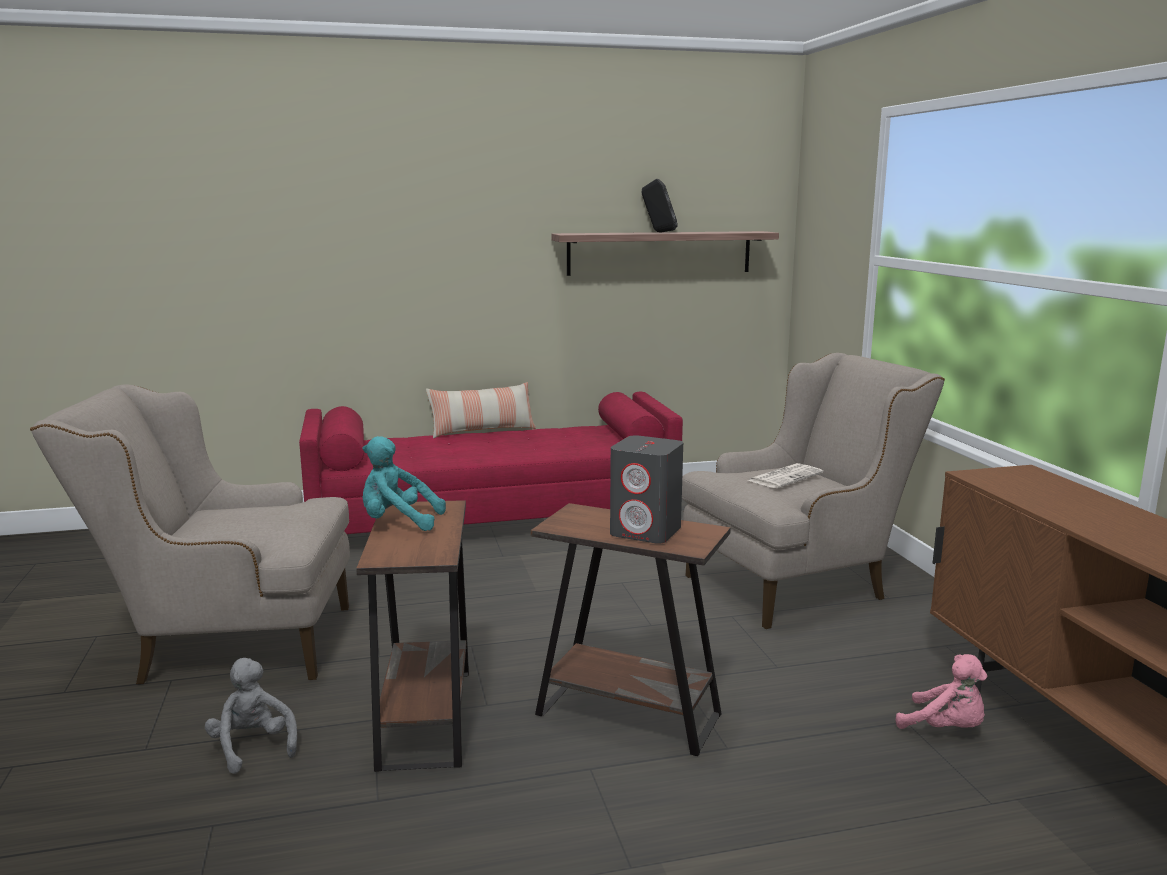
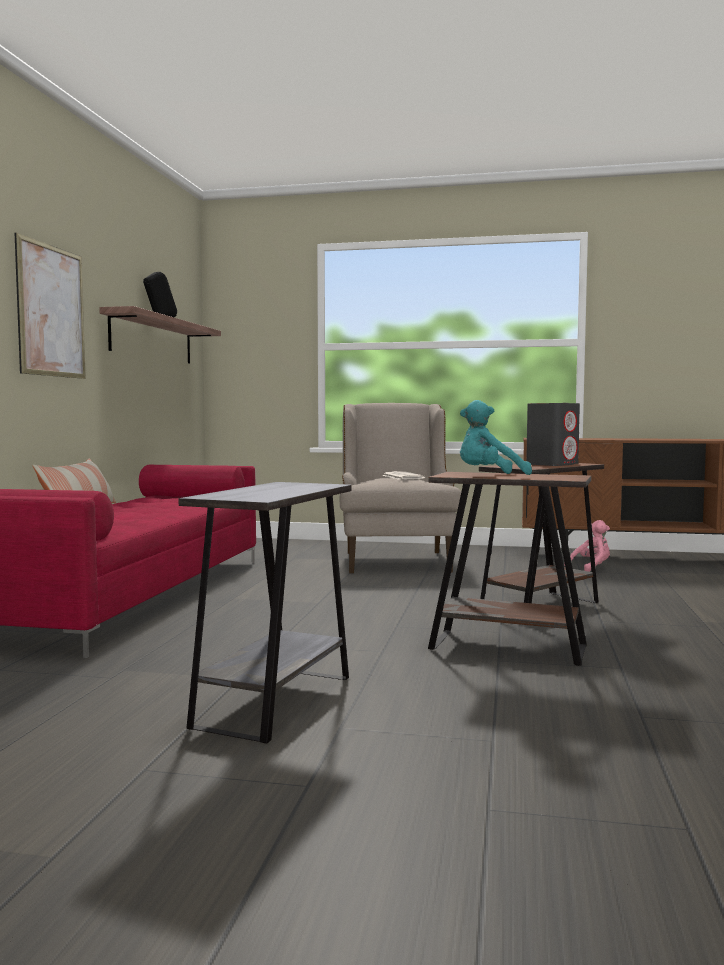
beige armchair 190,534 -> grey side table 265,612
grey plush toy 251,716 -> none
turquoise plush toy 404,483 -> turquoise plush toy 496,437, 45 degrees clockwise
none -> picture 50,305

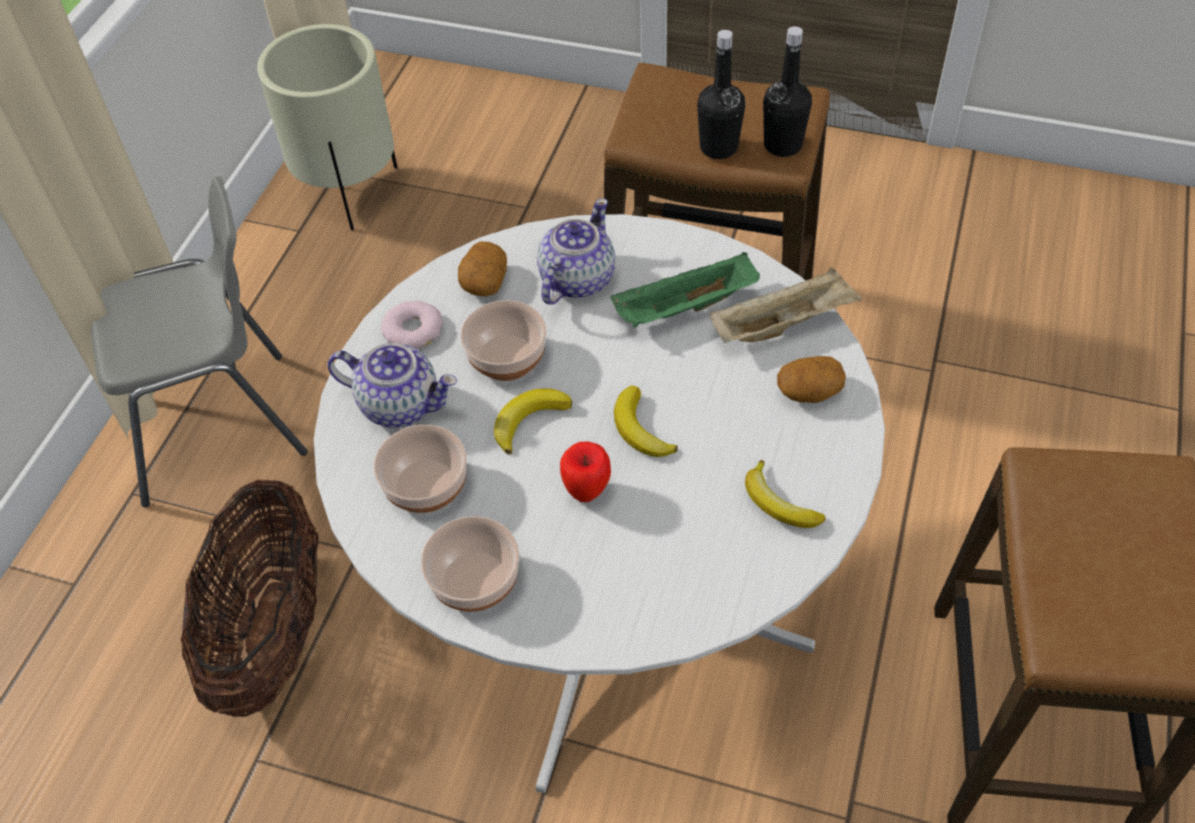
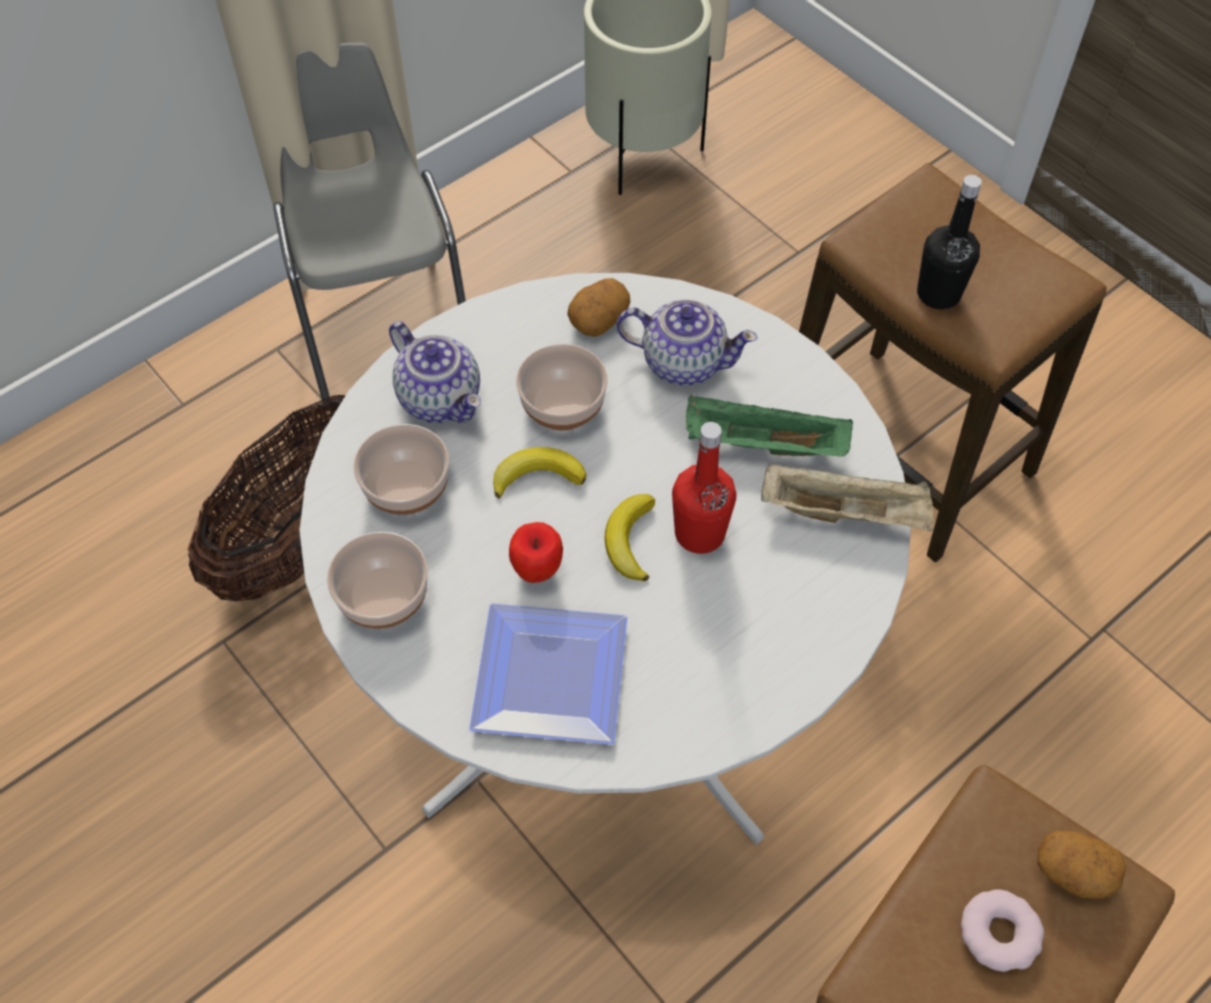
grey chair 199,341 -> grey chair 369,227, 120 degrees counterclockwise
donut 412,325 -> donut 1002,930, moved
teapot 576,251 -> teapot 687,343, 45 degrees clockwise
banana 785,494 -> none
black bottle 787,91 -> none
potato 811,379 -> potato 1082,865, moved
none -> plate 548,674
none -> red bottle 704,488

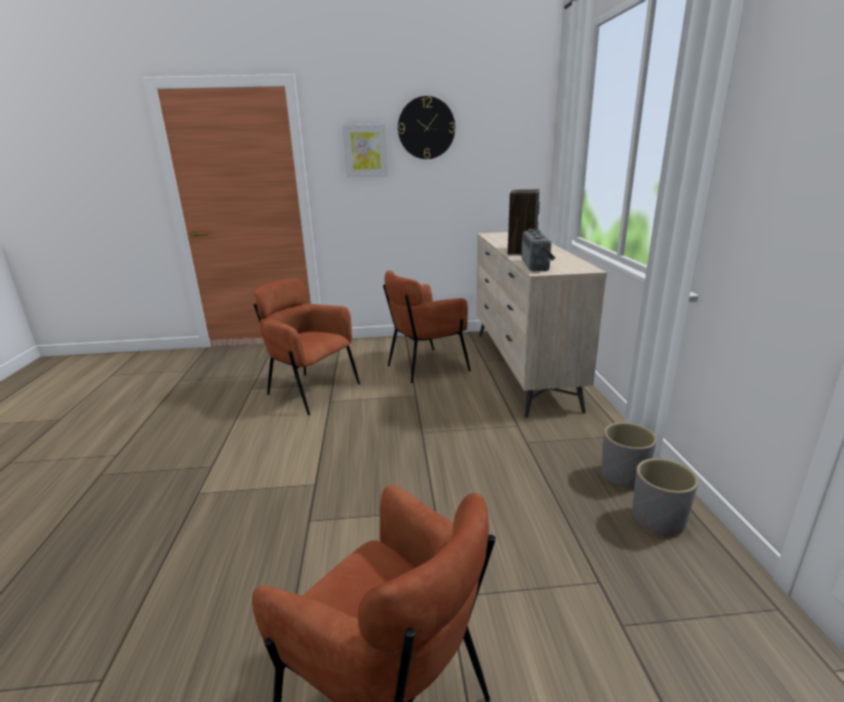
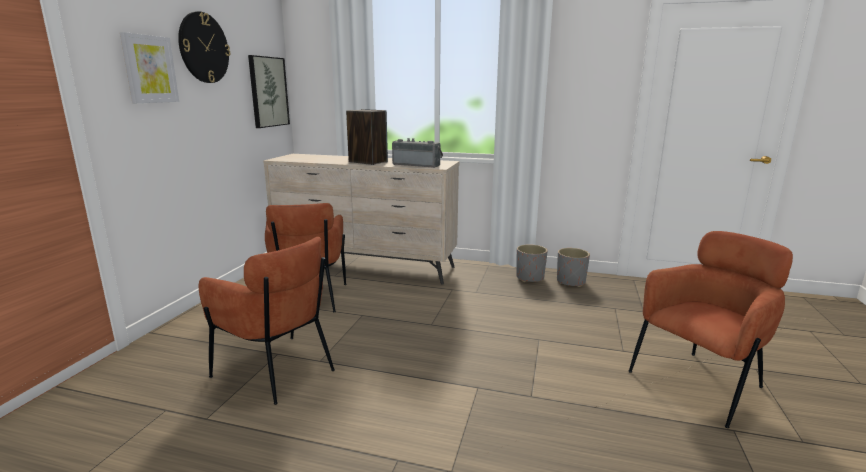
brown armchair 307,347 -> brown armchair 267,321, 105 degrees counterclockwise
none -> picture 269,91

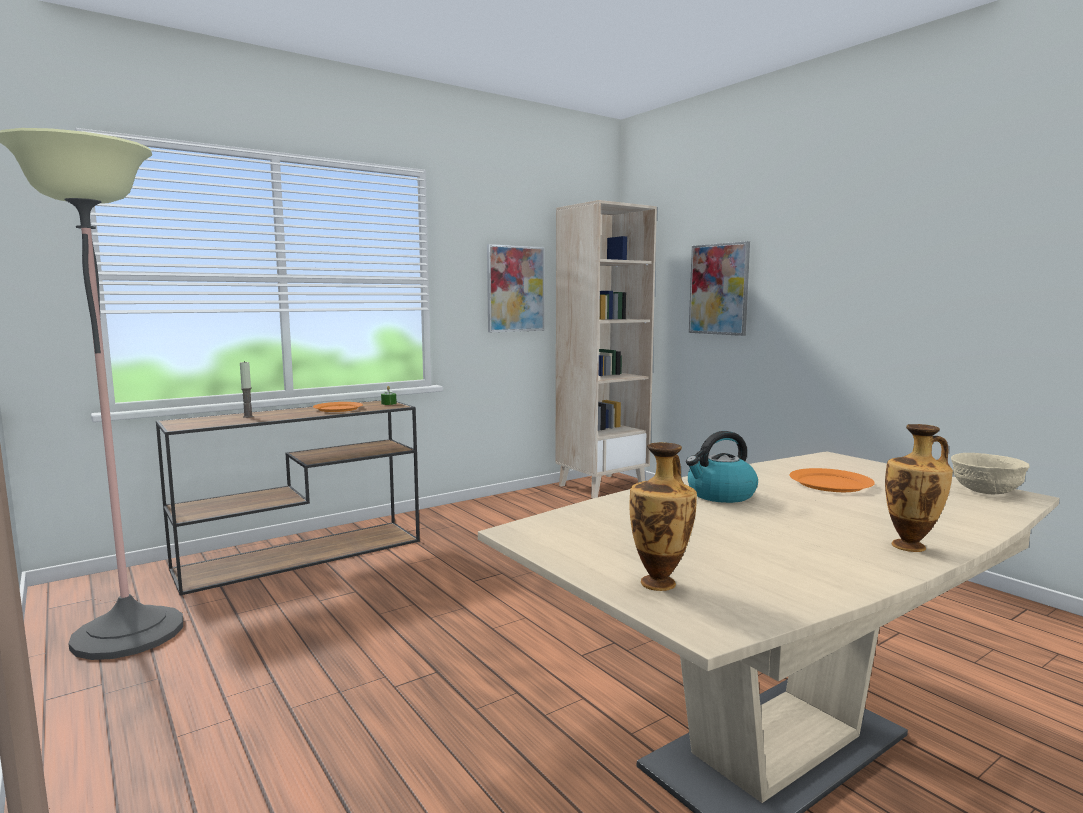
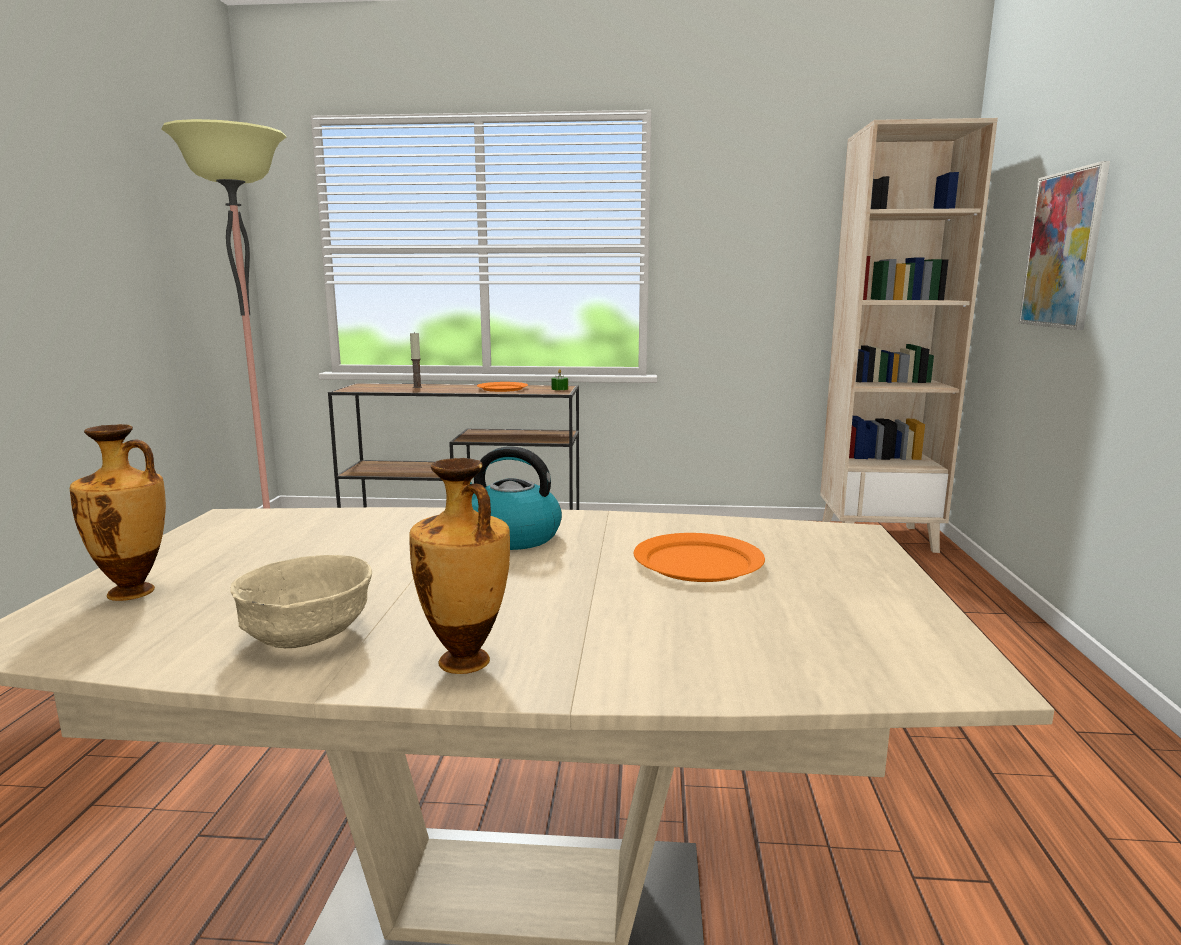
picture 515,288 -> none
beige bowl 990,474 -> beige bowl 301,601, moved

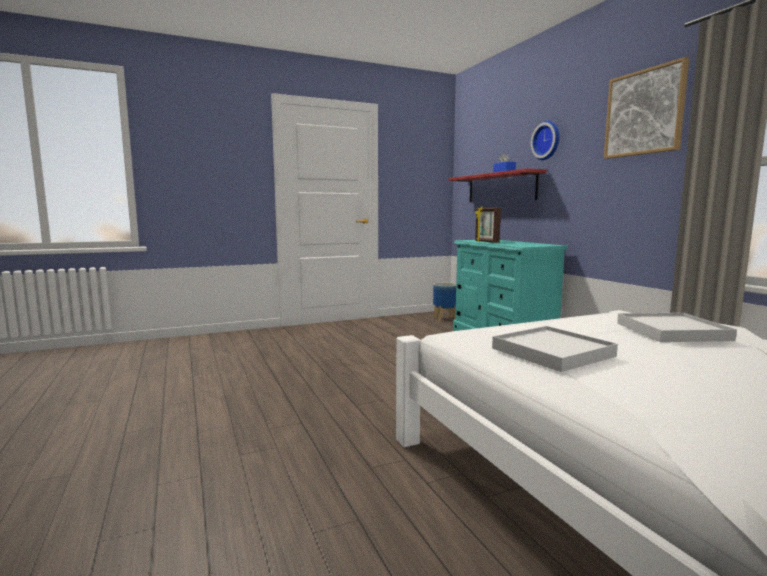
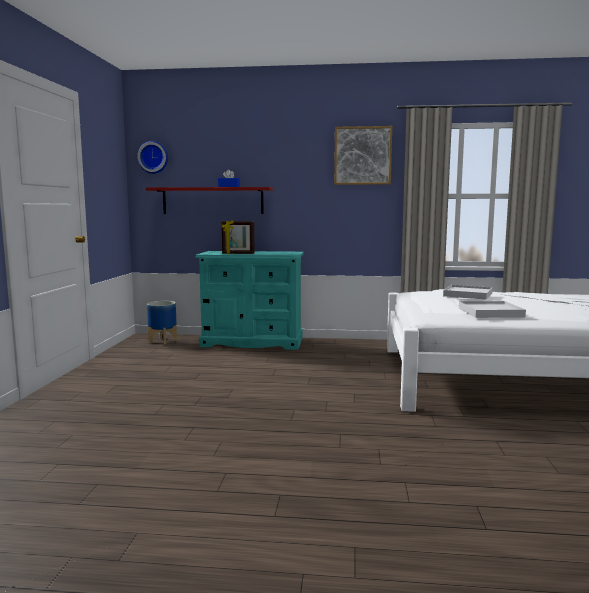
wall clock 545,140 -> wall clock 152,157, moved

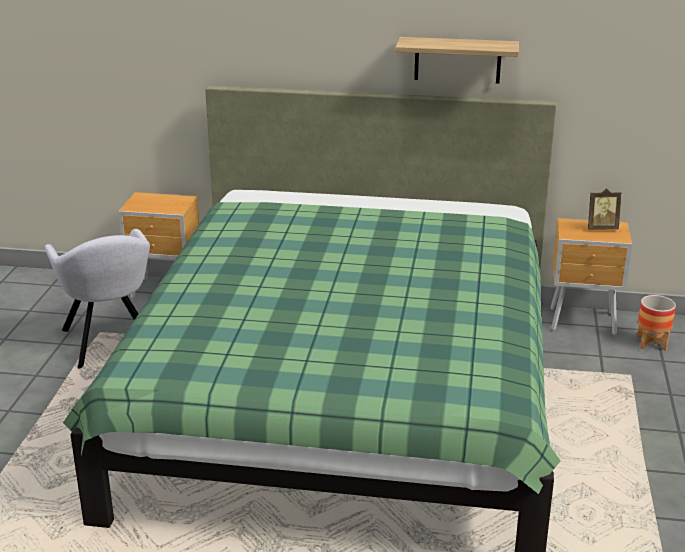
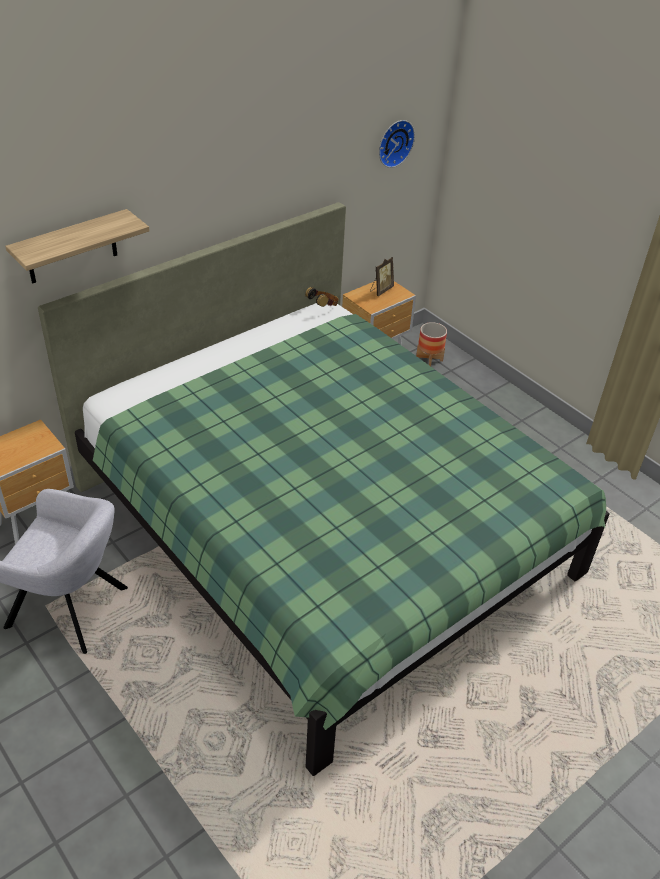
shelf 457,60 -> shelf 77,246, moved
none -> headphones 322,297
none -> wall clock 397,144

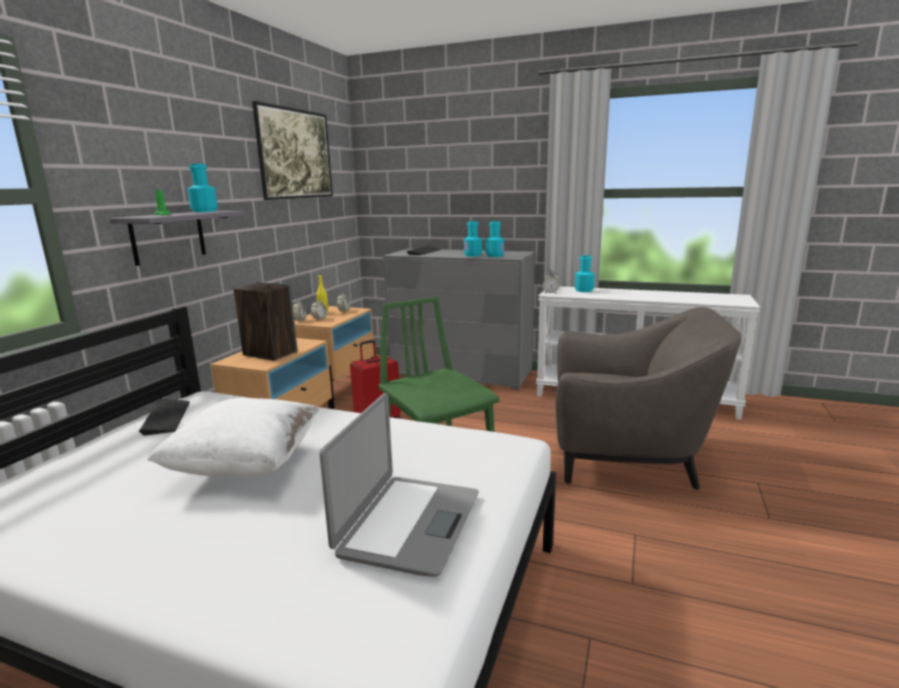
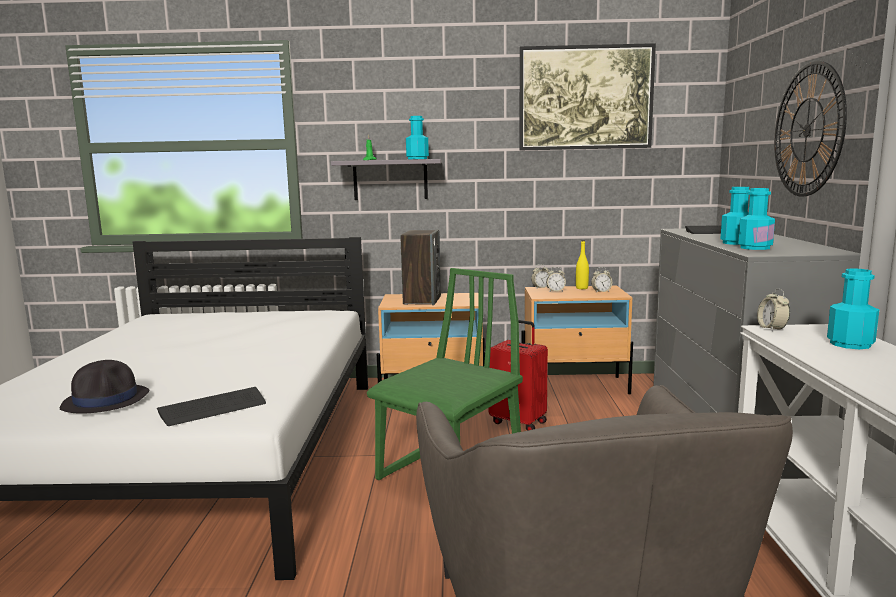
keyboard 164,417 -> keyboard 211,406, moved
white pillow 233,437 -> none
laptop 399,485 -> black hat 104,387
none -> wall clock 810,129

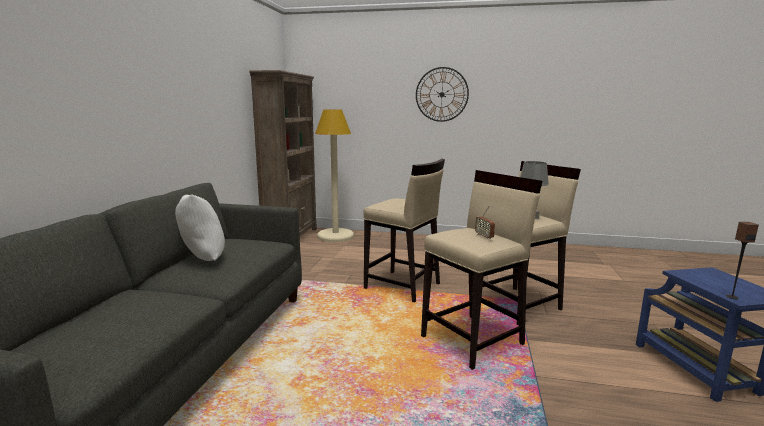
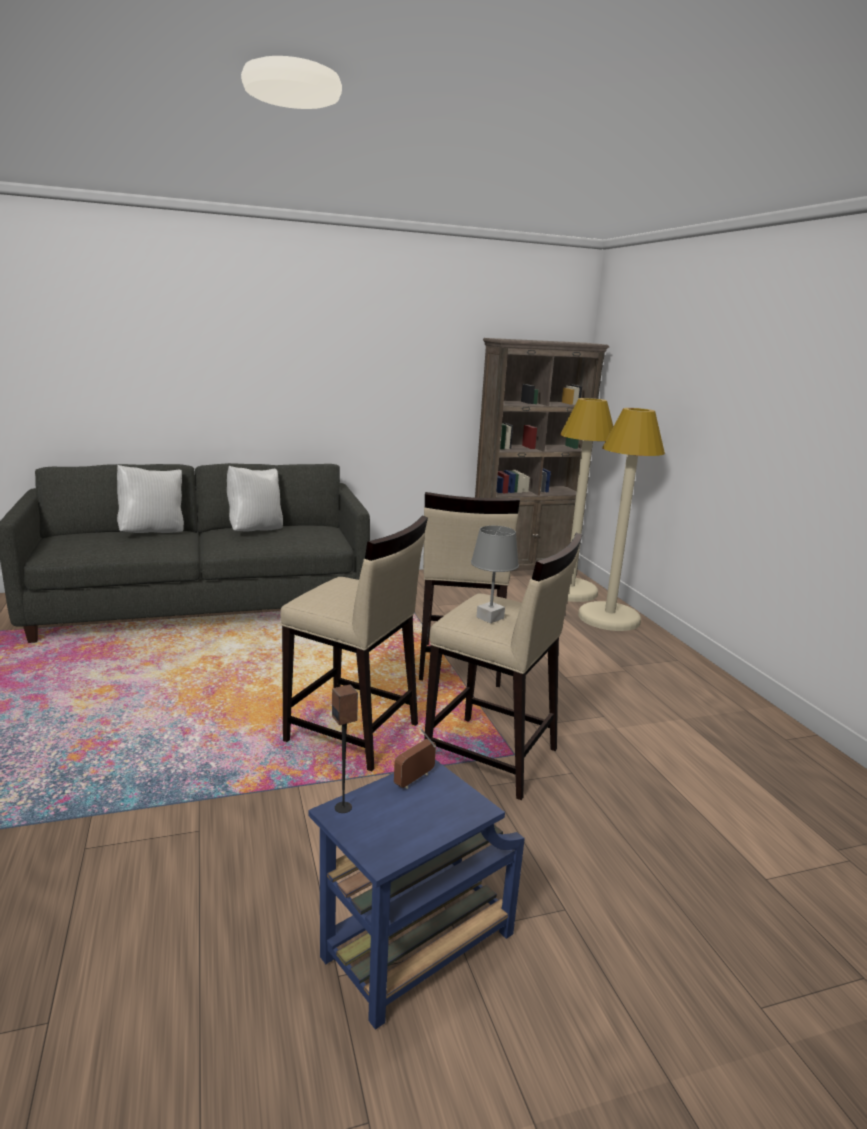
wall clock 442,94 -> none
radio 485,222 -> radio 415,758, moved
none -> white pillow 150,499
none -> beige floor lamp 621,519

